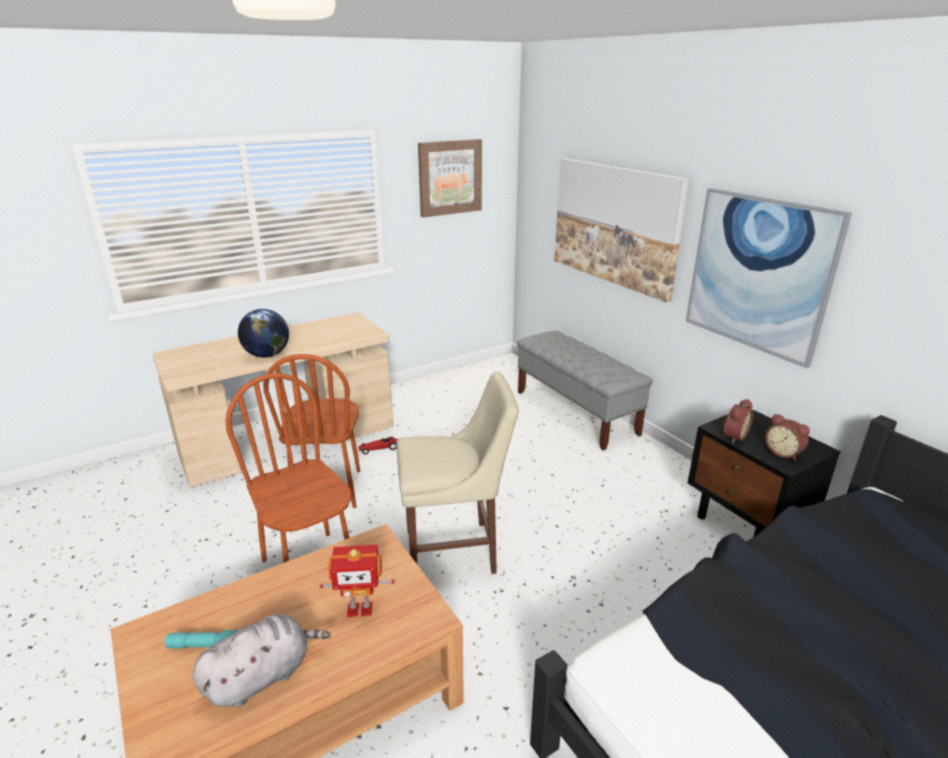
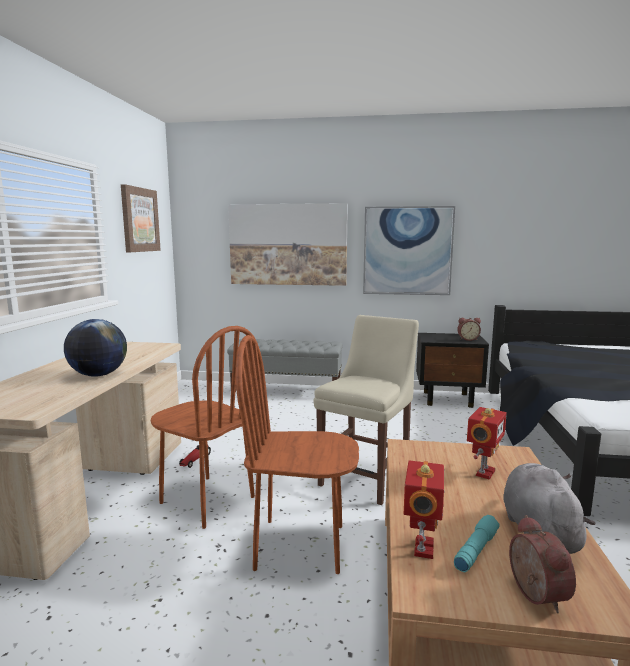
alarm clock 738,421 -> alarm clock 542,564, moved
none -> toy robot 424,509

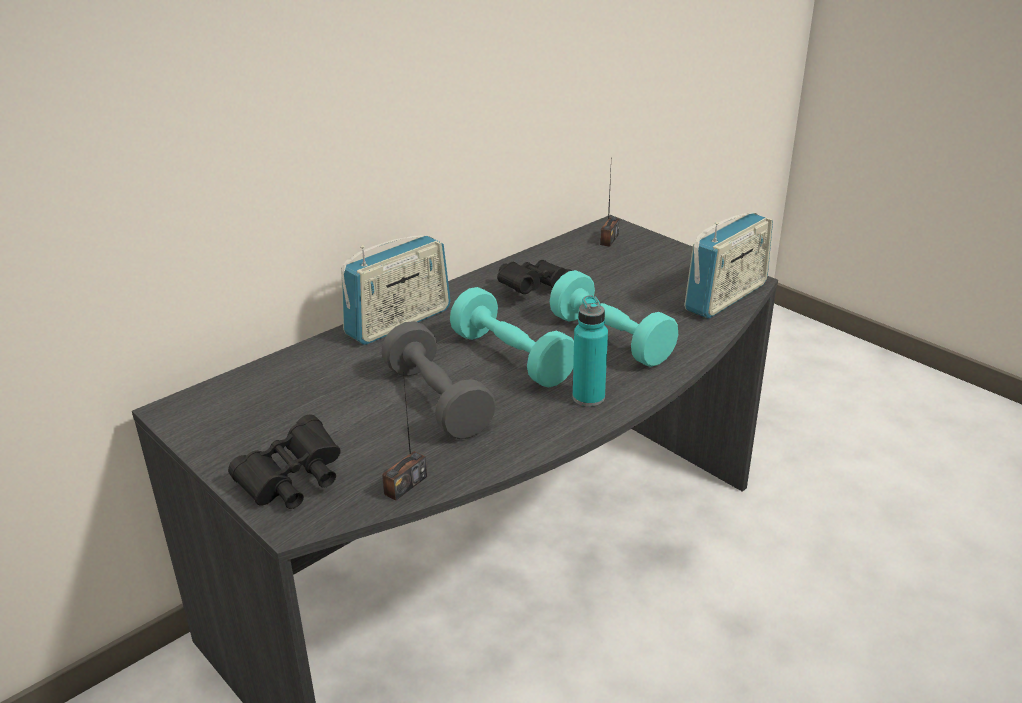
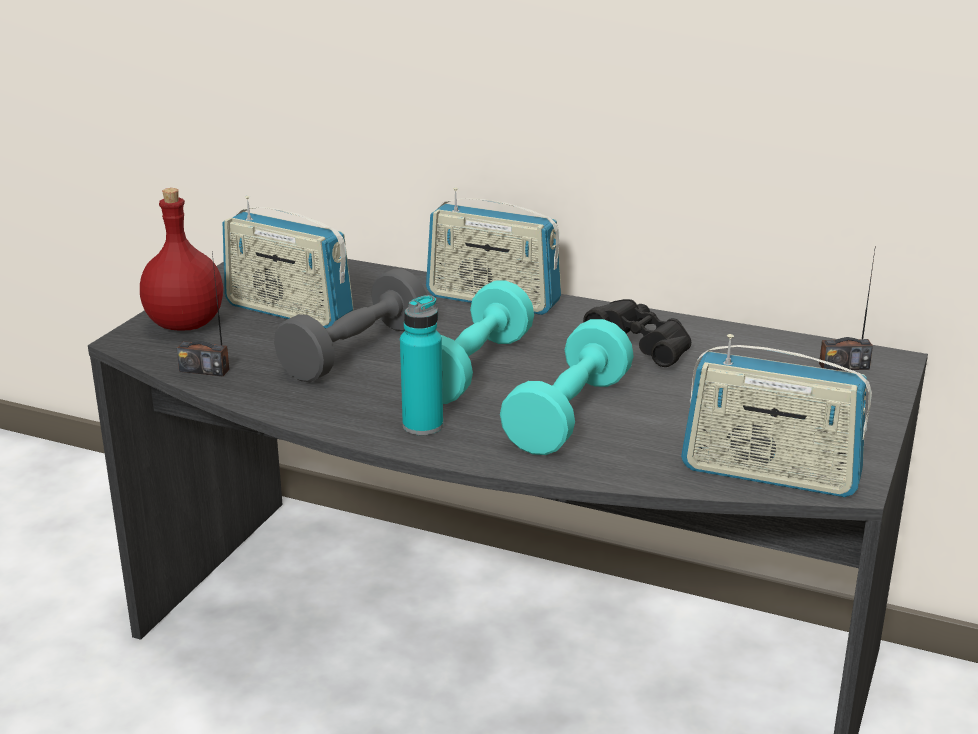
black binoculars 284,462 -> red bottle 181,259
none -> radio 288,262

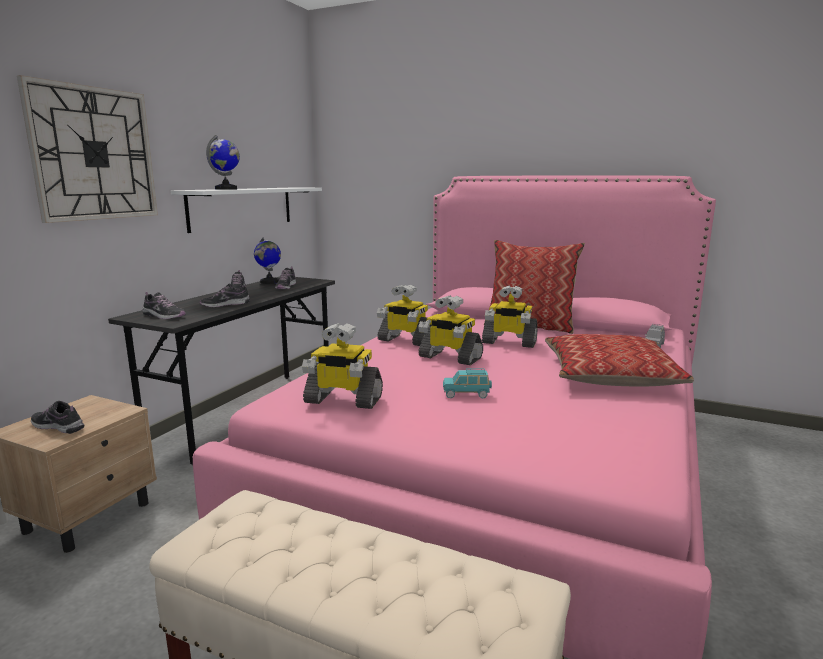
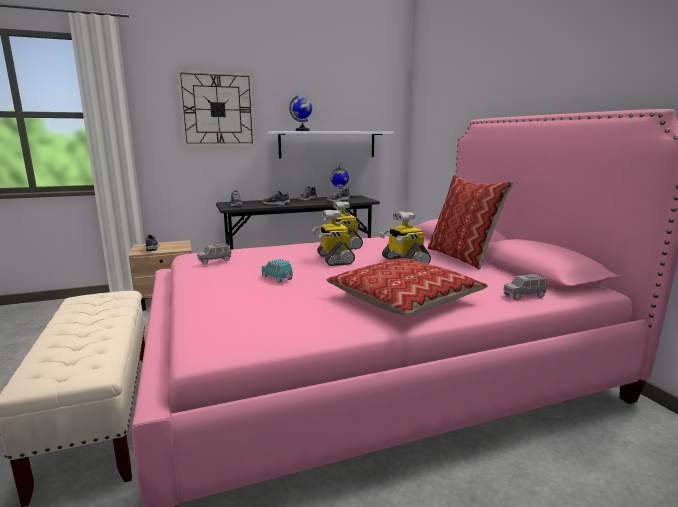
toy robot 342,366 -> grey toy car 214,253

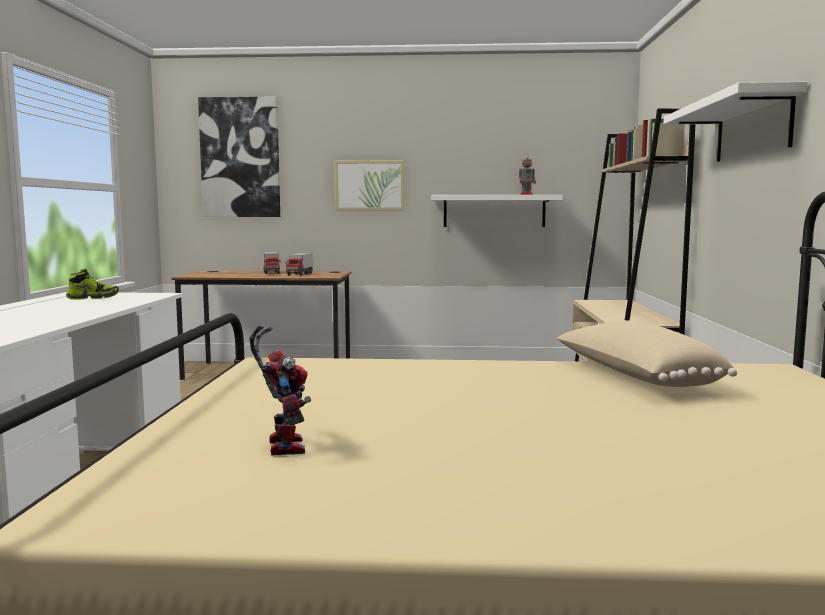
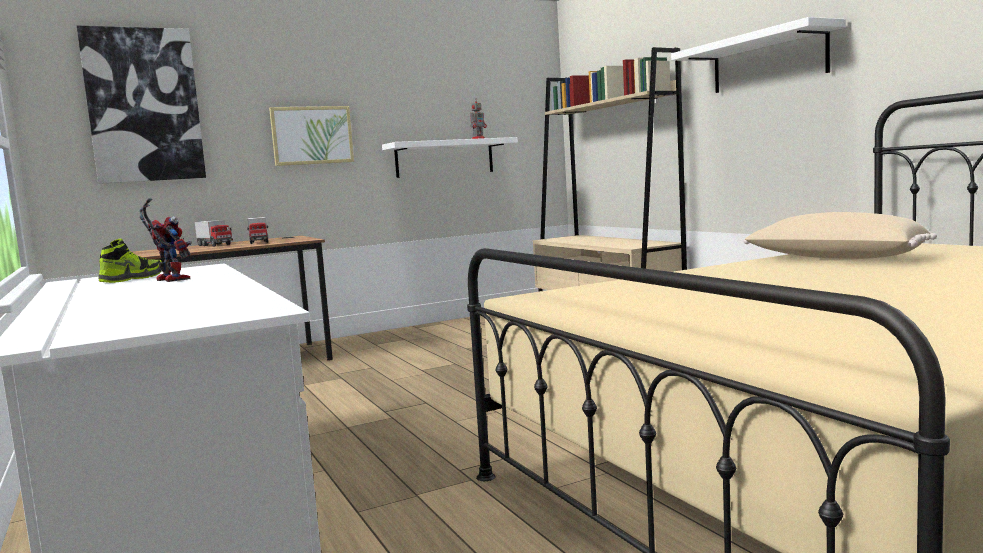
toy robot 280,390 -> toy robot 165,240, moved

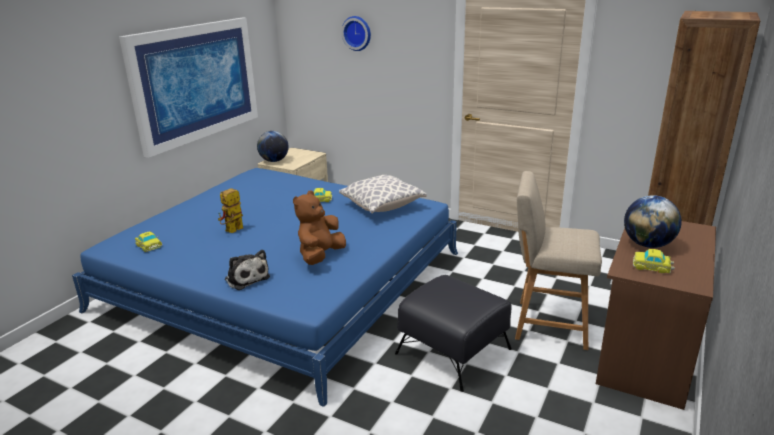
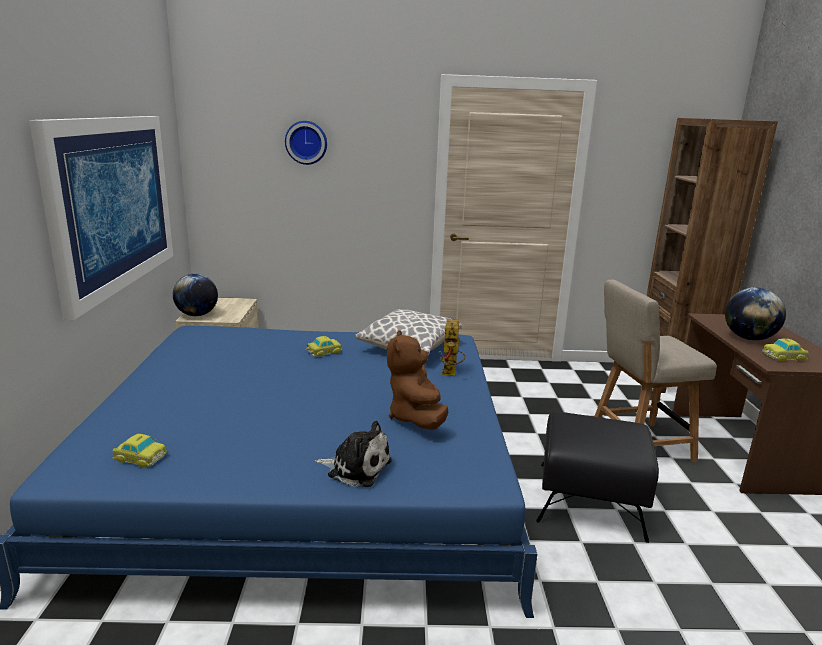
toy robot 231,210 -> toy robot 452,347, moved

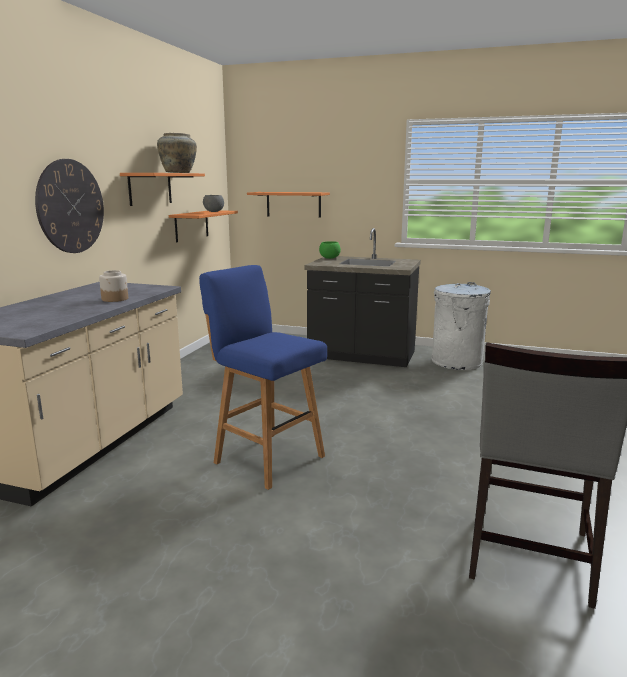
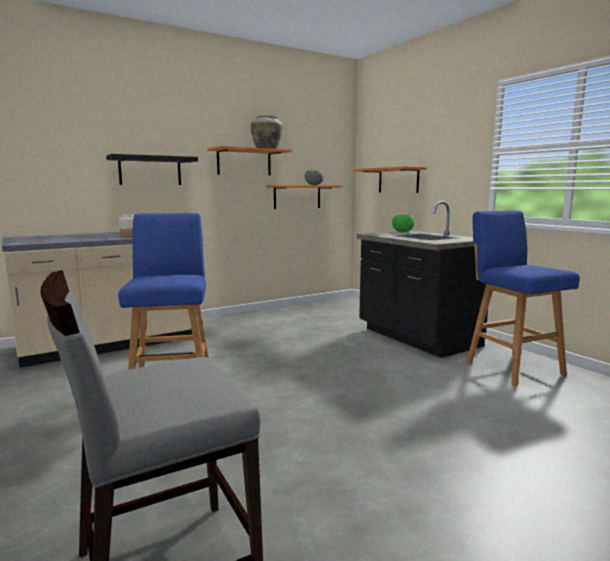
wall clock 69,206 -> black shelf 152,169
white trash can 461,326 -> blue stool 523,298

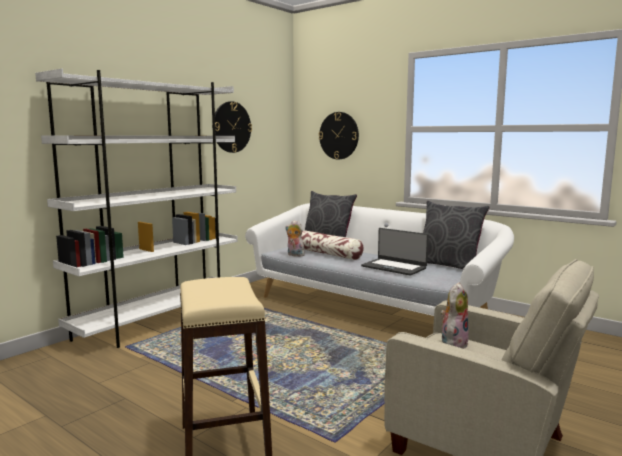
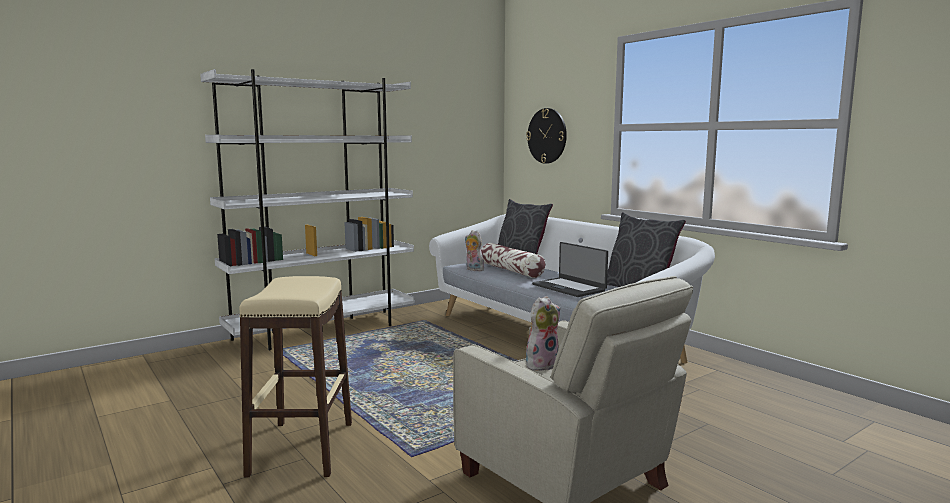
wall clock 232,127 -> none

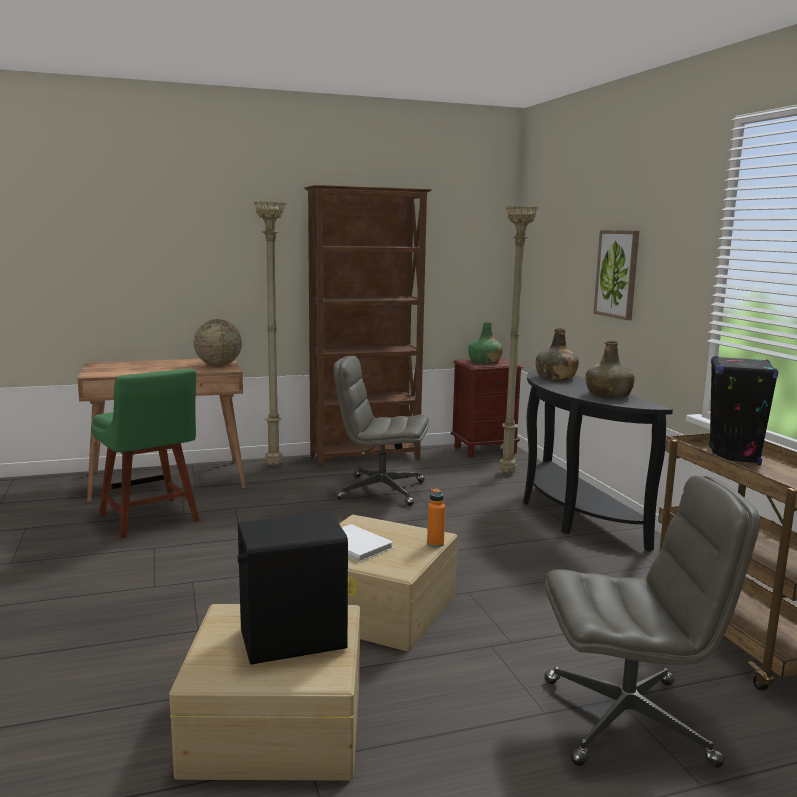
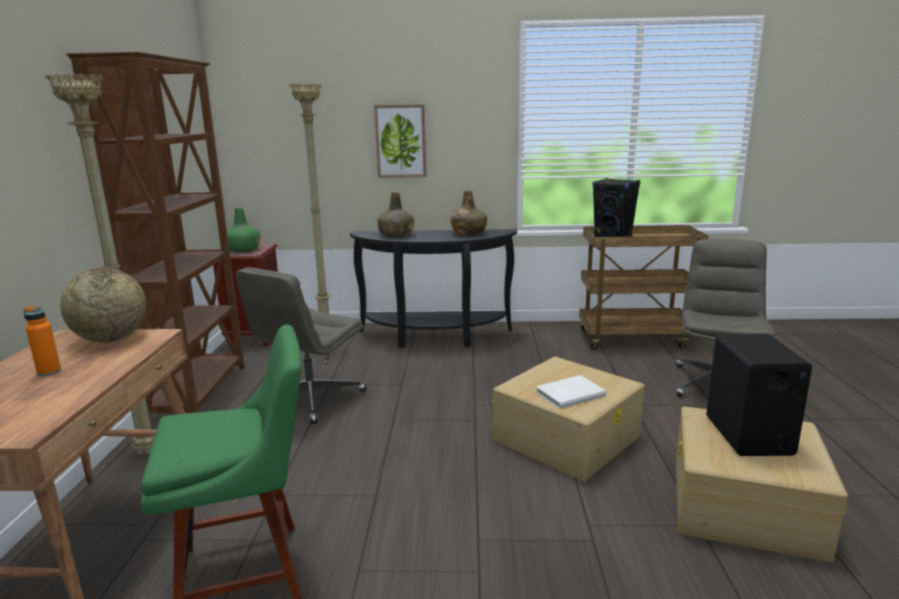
orange bottle 436,517 -> orange bottle 42,341, moved

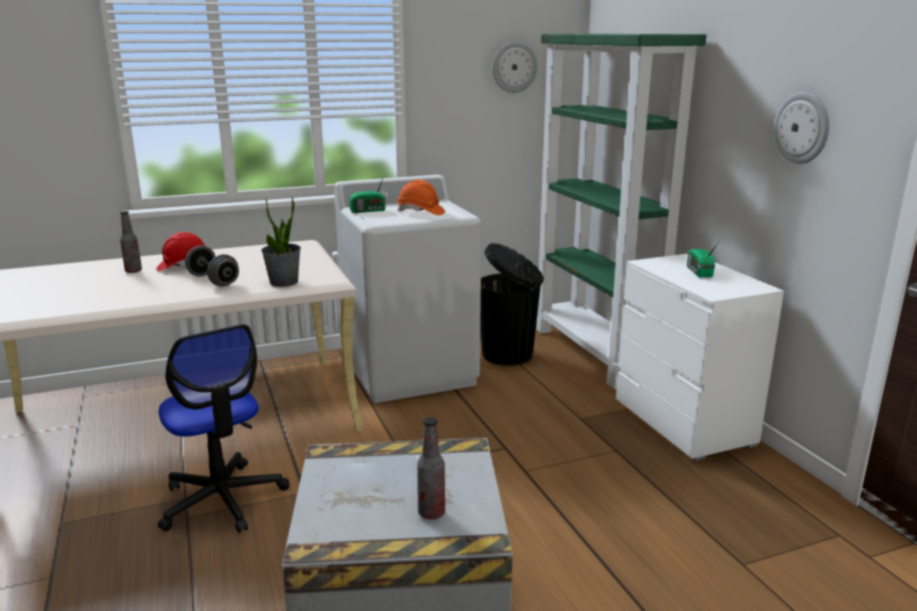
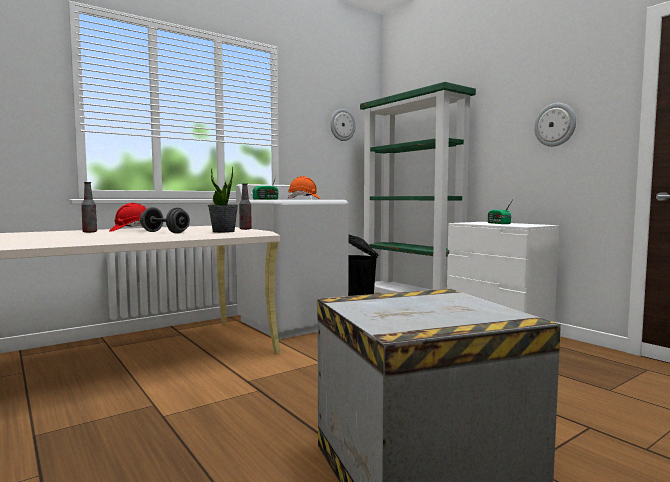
office chair 223,428 -> none
bottle 431,468 -> bottle 245,206, moved

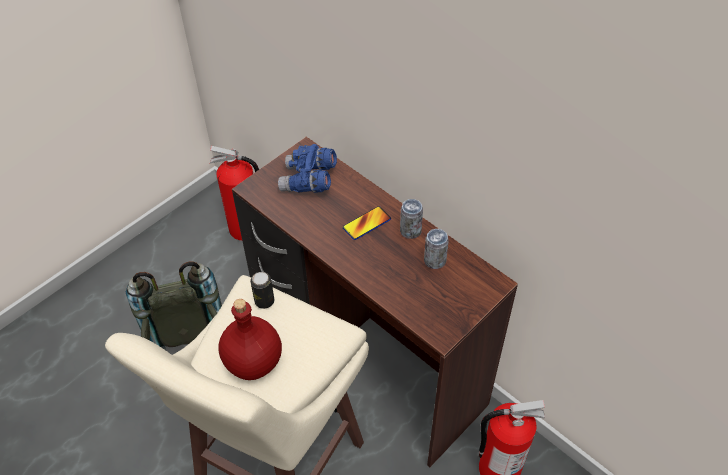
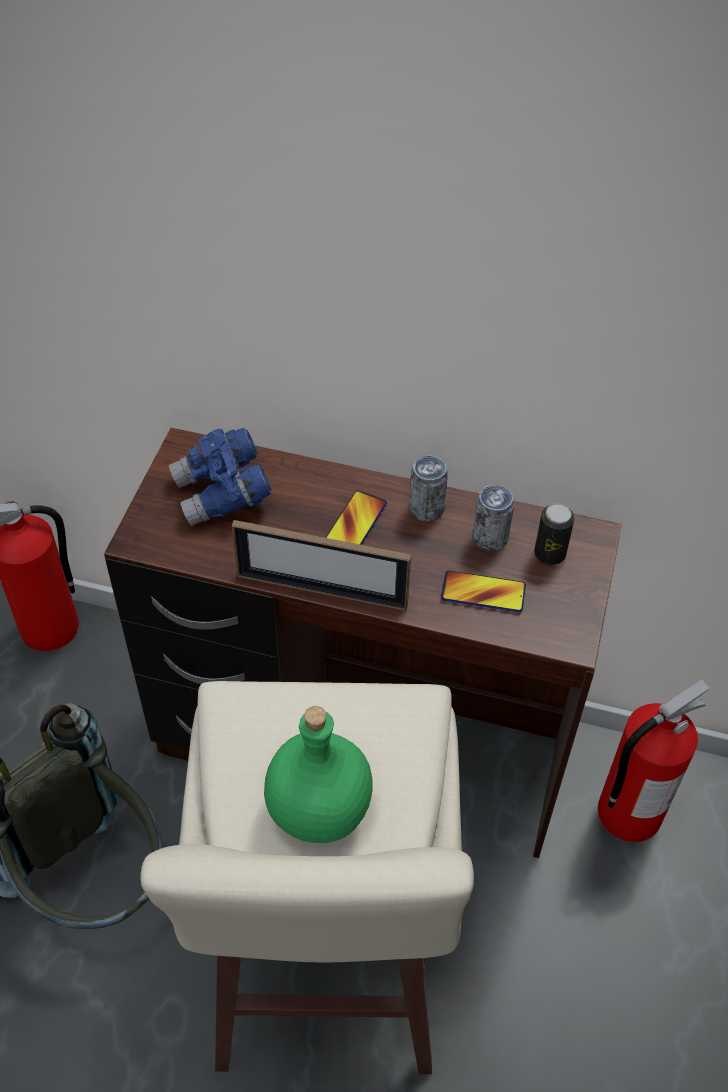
red bottle 250,339 -> green bottle 318,774
can 262,290 -> can 554,534, moved
none -> picture frame 321,565
none -> phone 483,591

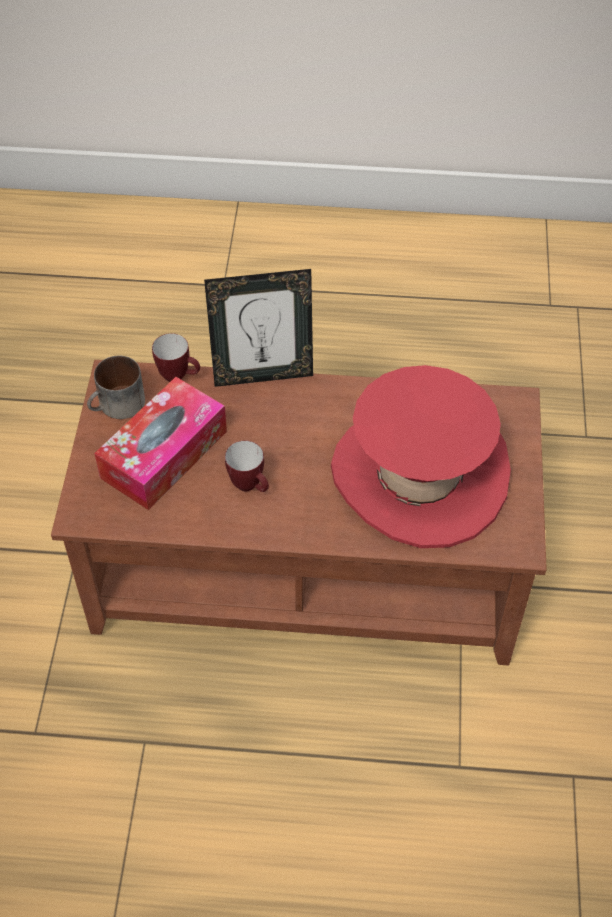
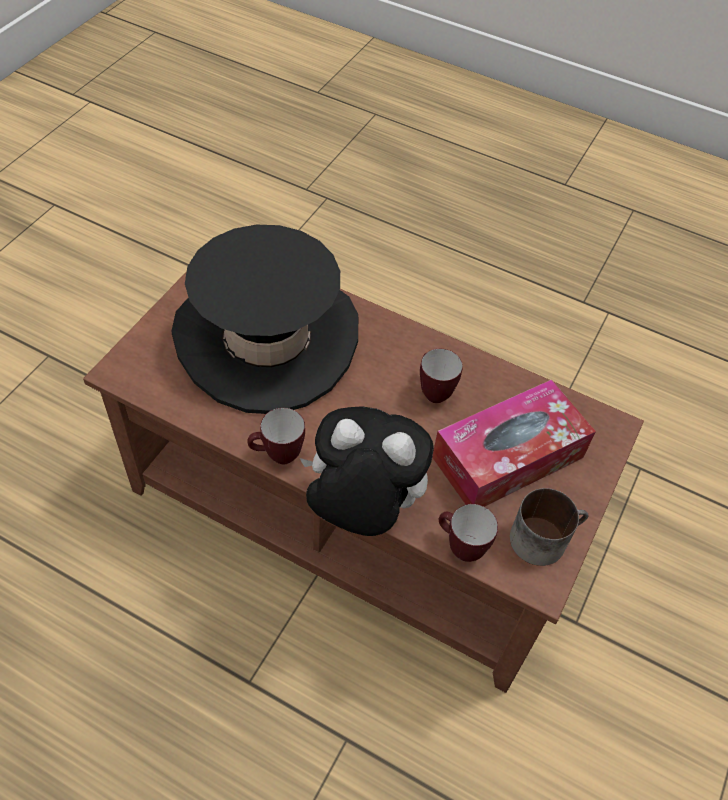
picture frame 258,328 -> plush toy 367,471
red hat 421,456 -> black hat 265,319
none -> mug 276,436

